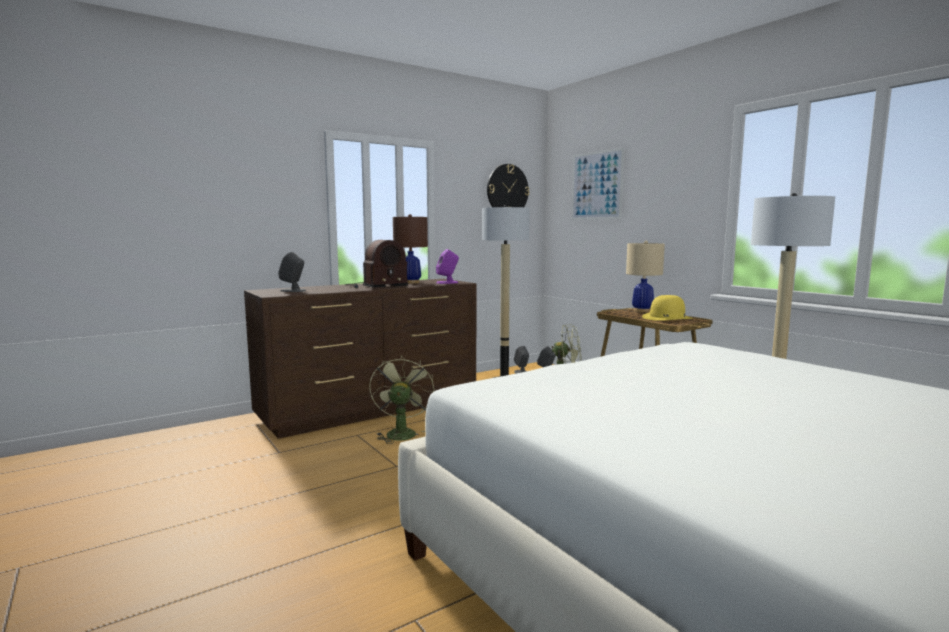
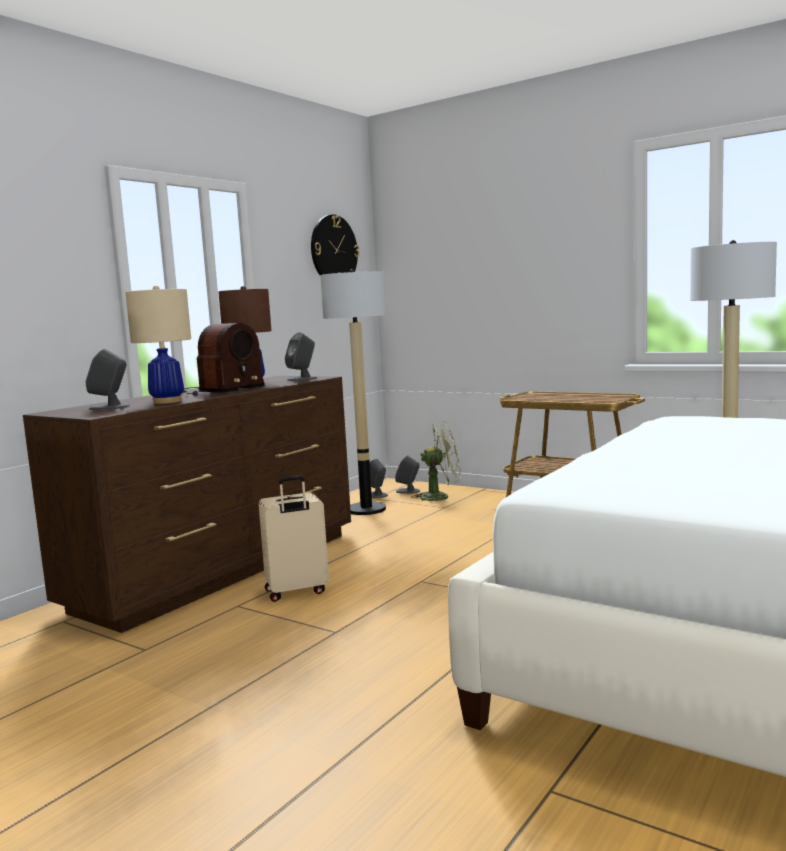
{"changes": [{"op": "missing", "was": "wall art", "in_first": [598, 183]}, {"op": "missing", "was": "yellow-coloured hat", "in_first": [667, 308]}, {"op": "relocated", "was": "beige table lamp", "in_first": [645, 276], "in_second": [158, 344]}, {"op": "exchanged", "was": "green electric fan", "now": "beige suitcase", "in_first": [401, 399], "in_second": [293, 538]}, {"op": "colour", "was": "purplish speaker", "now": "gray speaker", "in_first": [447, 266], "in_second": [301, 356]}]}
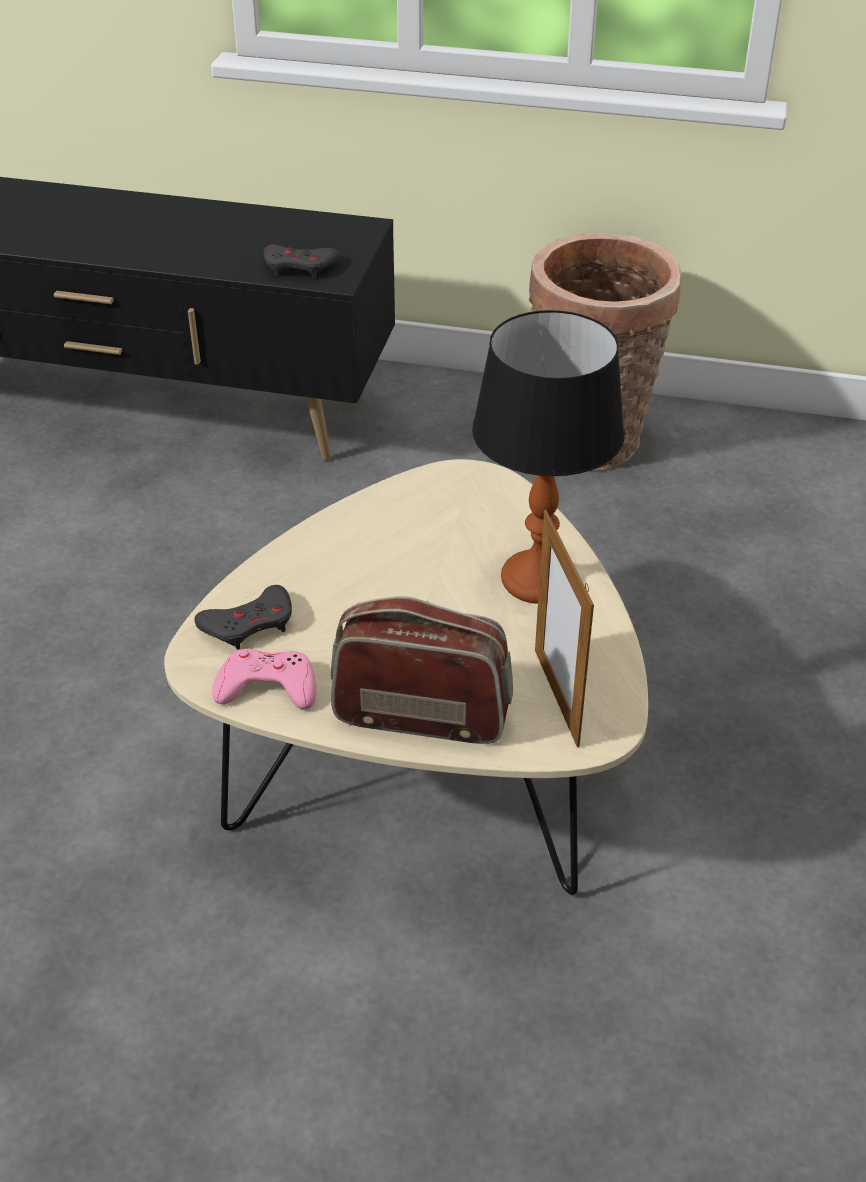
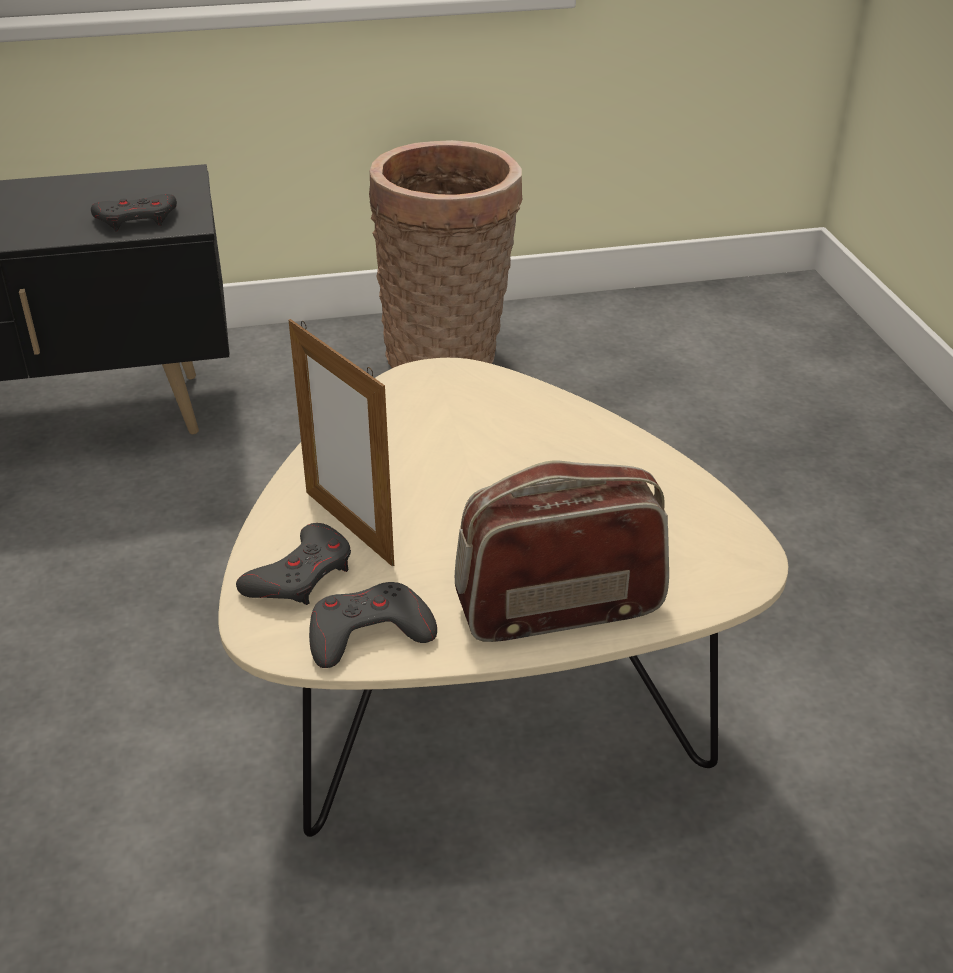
{"changes": [{"op": "missing", "was": "table lamp", "in_first": [548, 457]}, {"op": "relocated", "was": "photo frame", "in_first": [564, 629], "in_second": [341, 442]}, {"op": "colour", "was": "pink-coloured joypad", "now": "gray joypad", "in_first": [264, 679], "in_second": [373, 625]}]}
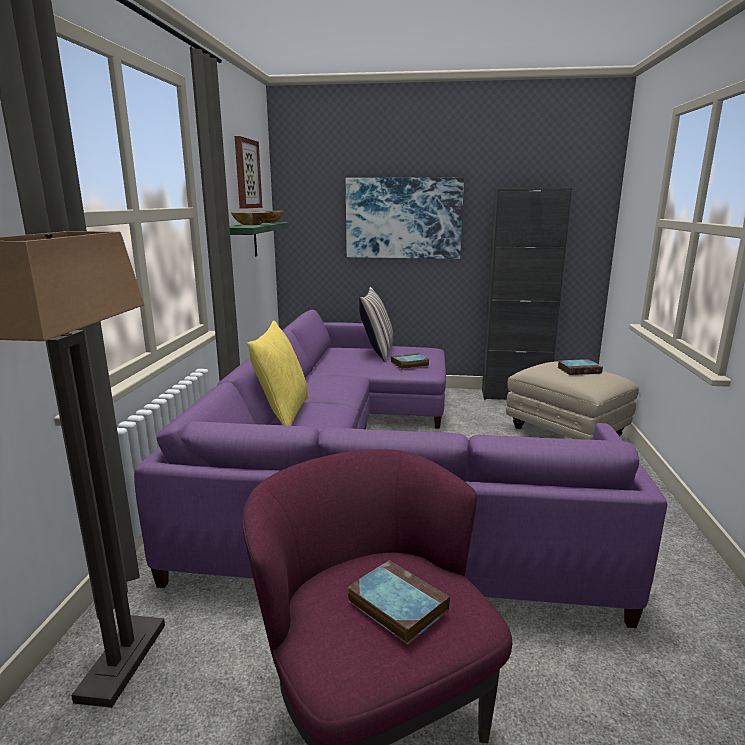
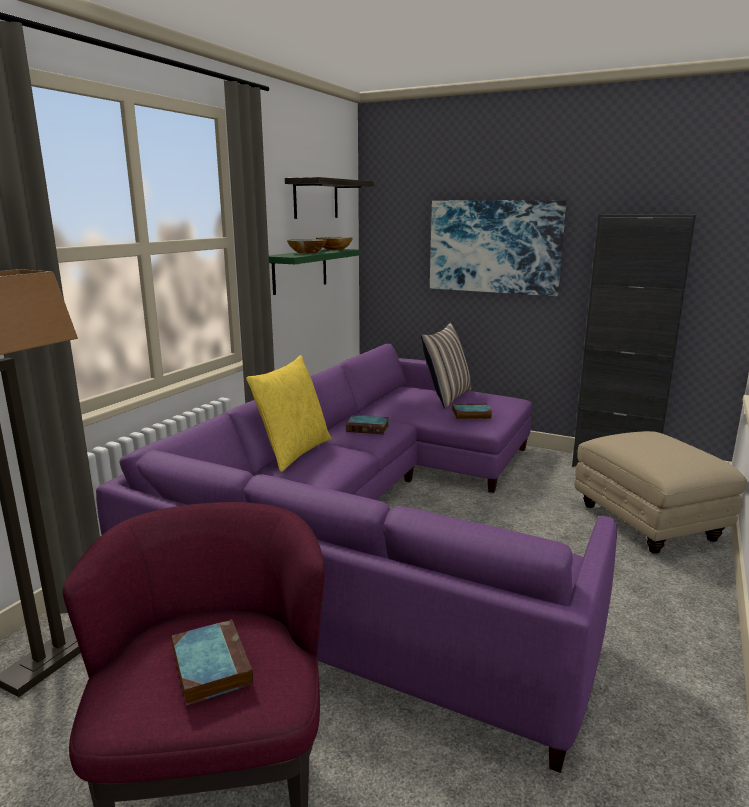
{"changes": [{"op": "relocated", "was": "bound book", "in_first": [580, 367], "in_second": [367, 425]}, {"op": "exchanged", "was": "wall art", "now": "wall shelf", "in_first": [249, 172], "in_second": [329, 198]}]}
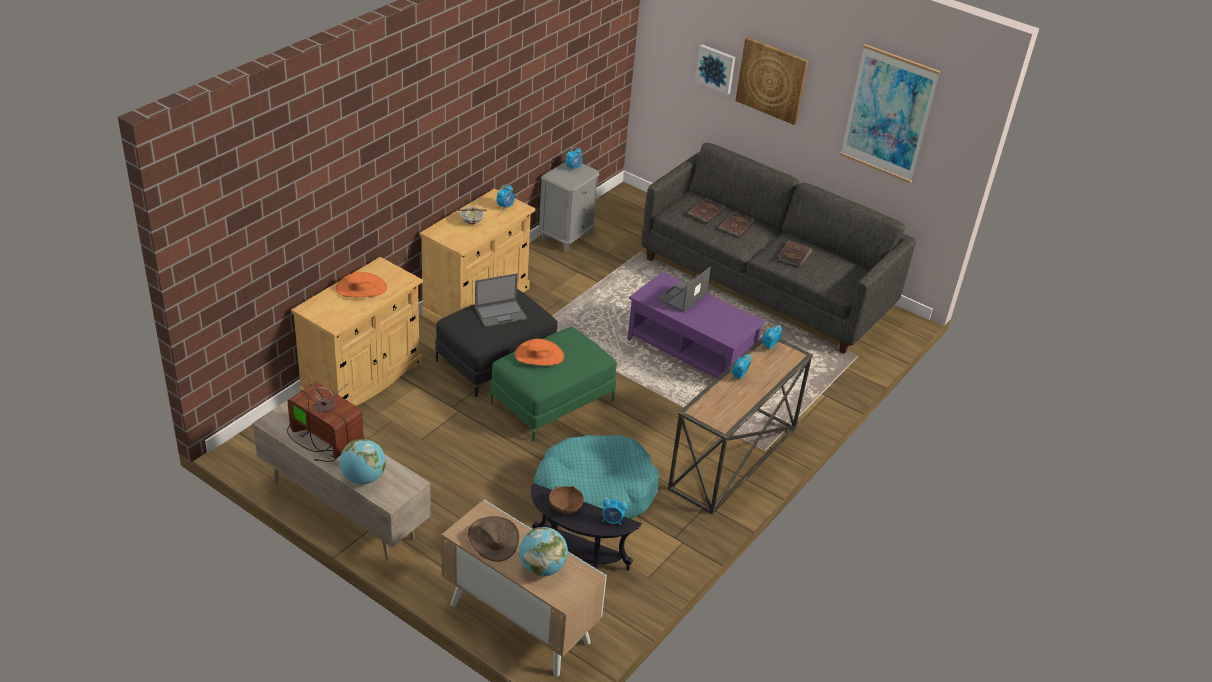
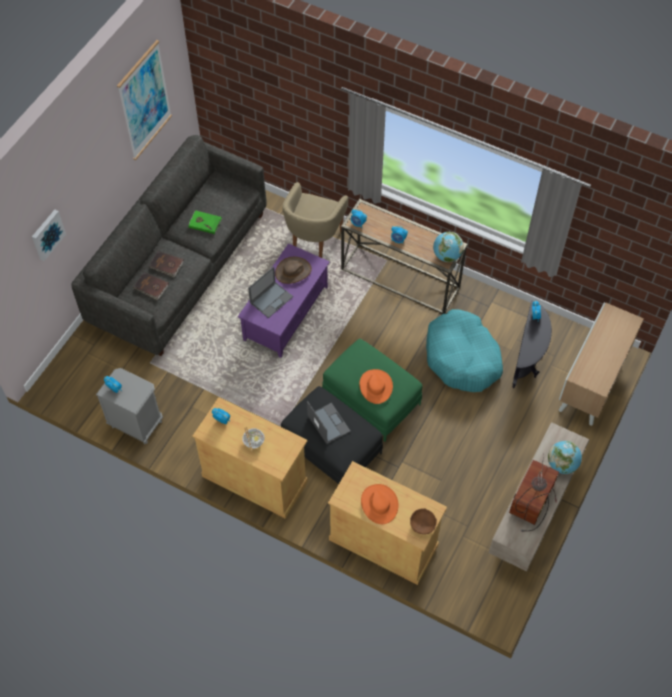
{"changes": [{"op": "missing", "was": "wall art", "in_first": [771, 81]}, {"op": "appeared", "now": "beige lounge chair", "in_second": [315, 220]}, {"op": "relocated", "was": "brownish hat", "in_first": [493, 539], "in_second": [293, 270]}, {"op": "relocated", "was": "globe", "in_first": [543, 551], "in_second": [448, 247]}, {"op": "relocated", "was": "brownish serving bowl", "in_first": [566, 500], "in_second": [423, 521]}, {"op": "colour", "was": "brownish bound book", "now": "green bound book", "in_first": [795, 254], "in_second": [205, 222]}, {"op": "spun", "was": "portable computer", "in_first": [684, 290], "in_second": [270, 292], "clockwise": -75}]}
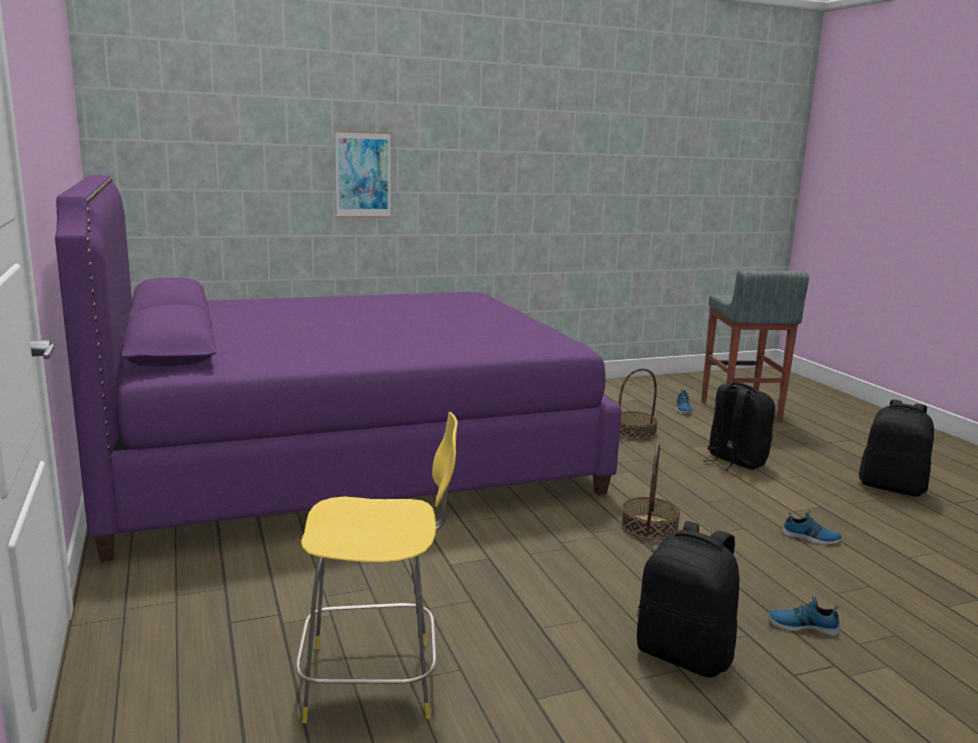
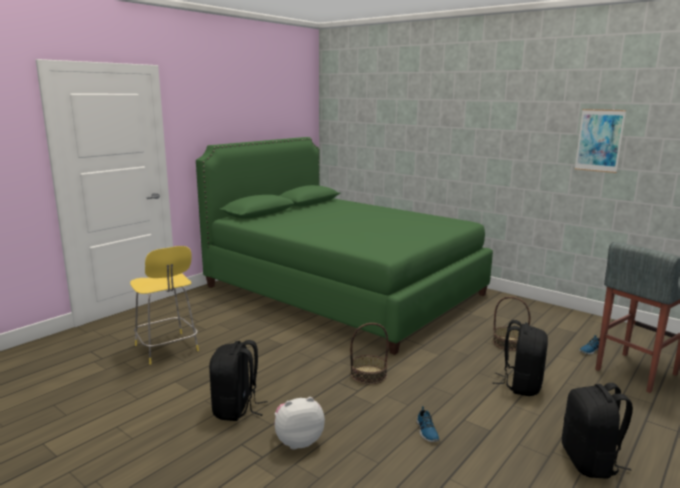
{"changes": [{"op": "relocated", "was": "wall art", "in_first": [363, 174], "in_second": [600, 141]}, {"op": "exchanged", "was": "low shoe", "now": "cuddly toy", "in_first": [804, 616], "in_second": [299, 423]}, {"op": "colour", "was": "purplish sleeping bed", "now": "green sleeping bed", "in_first": [338, 368], "in_second": [344, 246]}]}
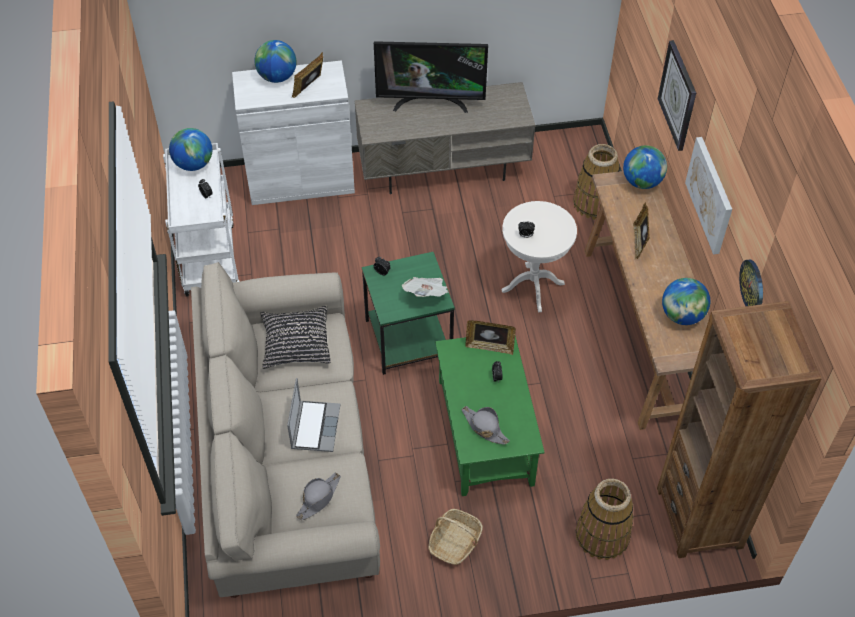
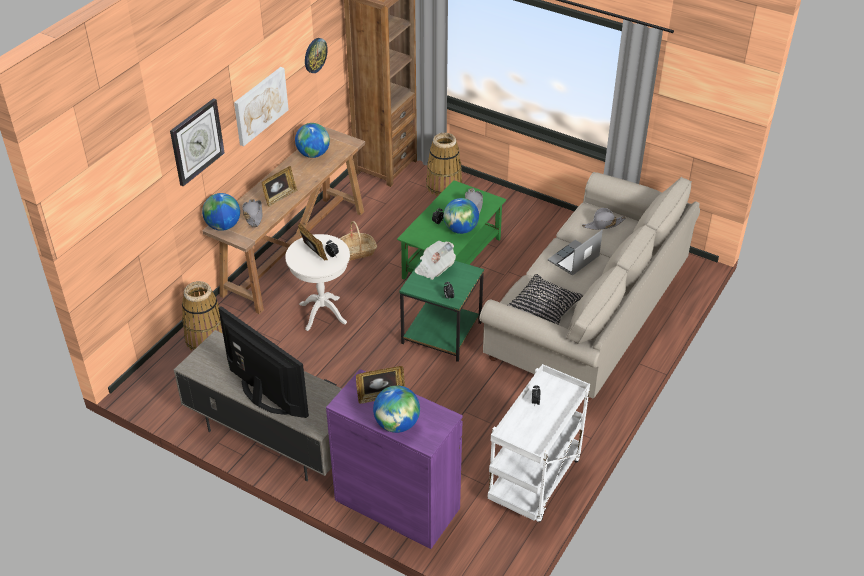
{"changes": [{"op": "appeared", "now": "gray hat", "in_second": [252, 213]}, {"op": "relocated", "was": "globe", "in_first": [190, 149], "in_second": [461, 216]}, {"op": "relocated", "was": "basket", "in_first": [455, 537], "in_second": [358, 241]}, {"op": "relocated", "was": "photo frame", "in_first": [490, 337], "in_second": [313, 241]}, {"op": "colour", "was": "white storage cabinet", "now": "purplish storage cabinet", "in_first": [293, 132], "in_second": [394, 459]}]}
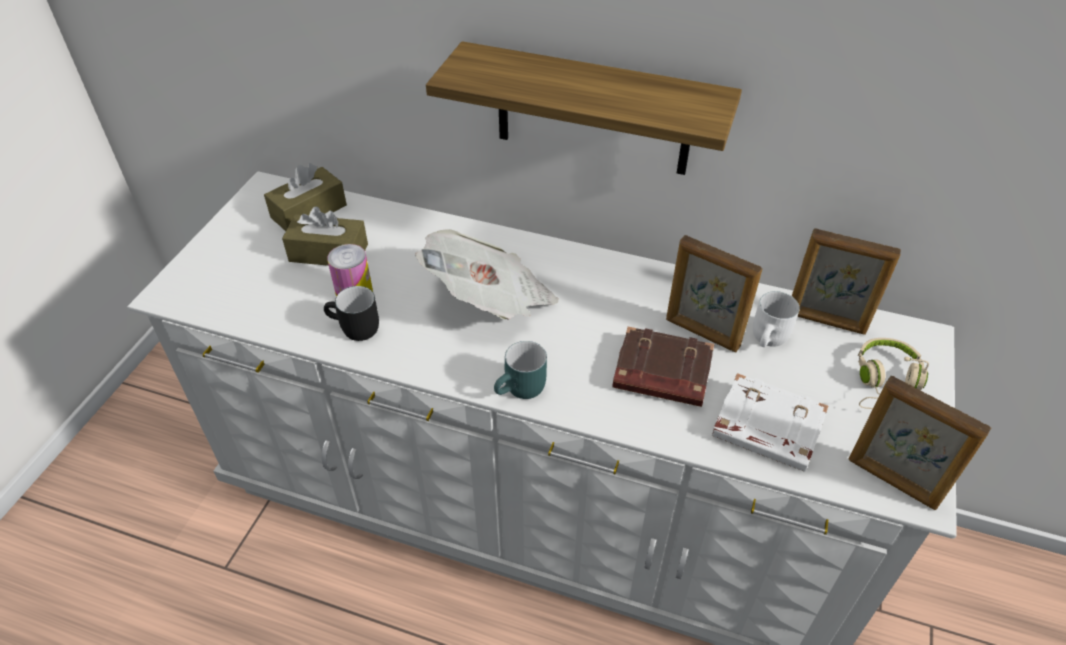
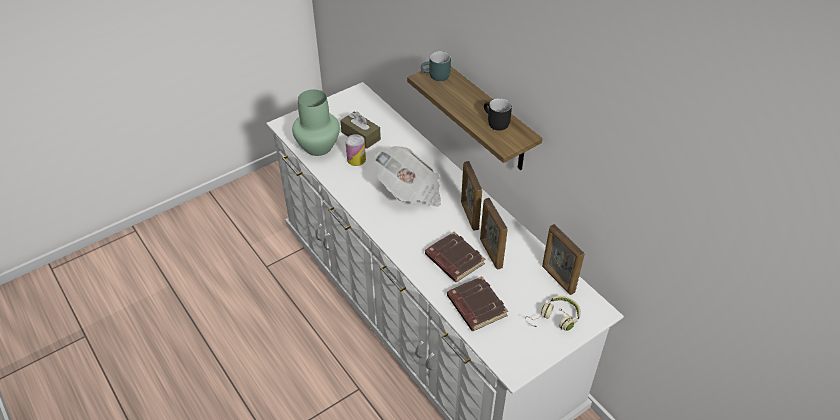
{"changes": [{"op": "missing", "was": "brownish box of tissues", "in_first": [305, 197]}, {"op": "missing", "was": "white coffee mug", "in_first": [776, 319]}, {"op": "appeared", "now": "green decorative vase", "in_second": [316, 122]}, {"op": "relocated", "was": "black-coloured coffee mug", "in_first": [351, 313], "in_second": [498, 114]}, {"op": "relocated", "was": "blue-green coffee mug", "in_first": [520, 370], "in_second": [436, 66]}, {"op": "relocated", "was": "photo frame", "in_first": [920, 443], "in_second": [471, 196]}, {"op": "colour", "was": "white bound book", "now": "brownish bound book", "in_first": [770, 422], "in_second": [477, 303]}]}
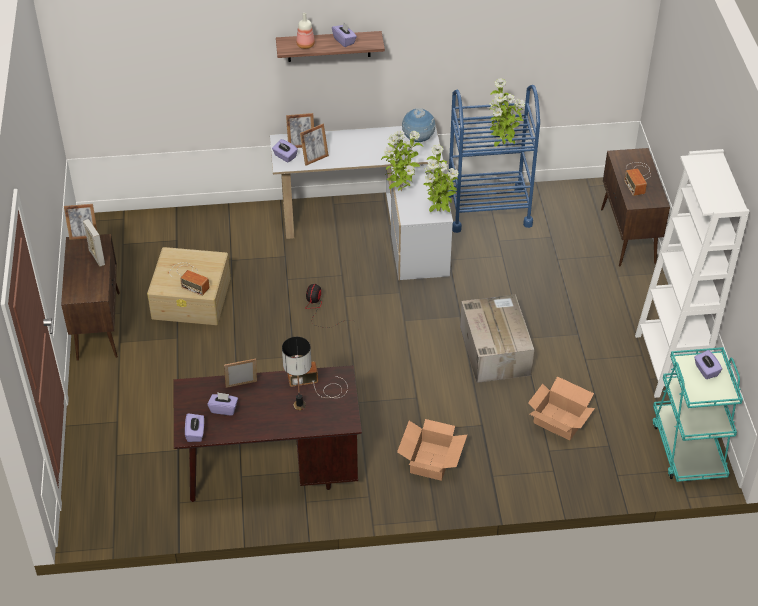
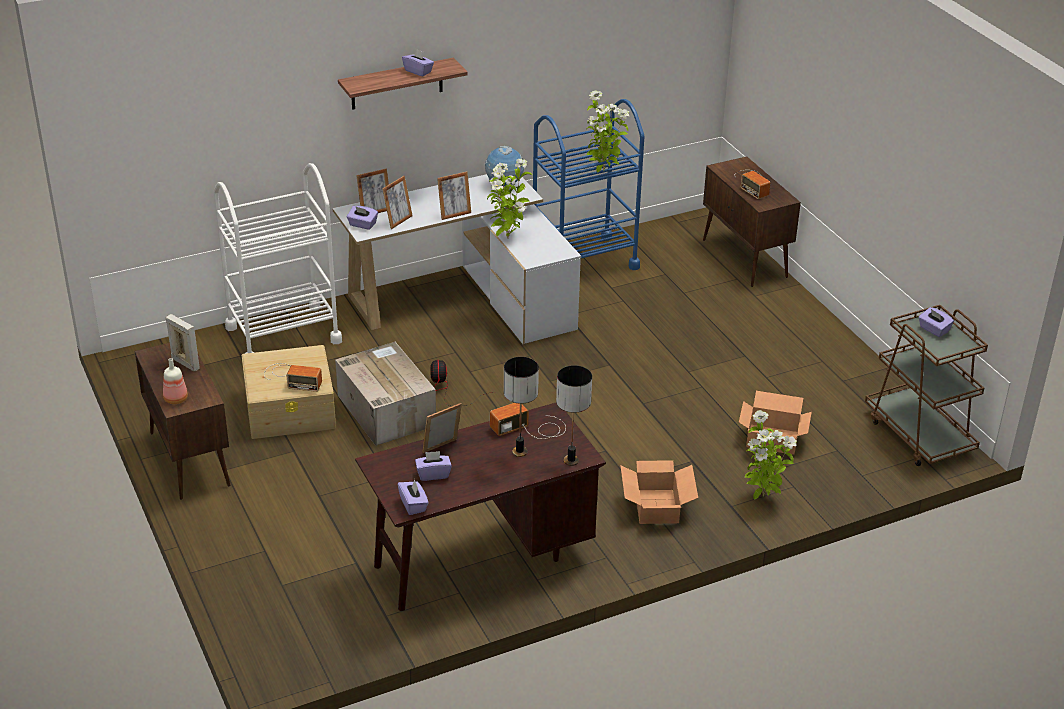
{"changes": [{"op": "missing", "was": "white bookcase", "in_first": [692, 273]}, {"op": "appeared", "now": "white cart", "in_second": [278, 258]}, {"op": "appeared", "now": "table lamp", "in_second": [574, 415]}, {"op": "relocated", "was": "photo frame", "in_first": [80, 222], "in_second": [454, 195]}, {"op": "relocated", "was": "bottle", "in_first": [305, 31], "in_second": [175, 381]}, {"op": "relocated", "was": "potted plant", "in_first": [441, 178], "in_second": [771, 454]}, {"op": "relocated", "was": "packing box", "in_first": [497, 338], "in_second": [385, 394]}, {"op": "colour", "was": "blue-green cart", "now": "brownish cart", "in_first": [698, 414], "in_second": [926, 385]}]}
